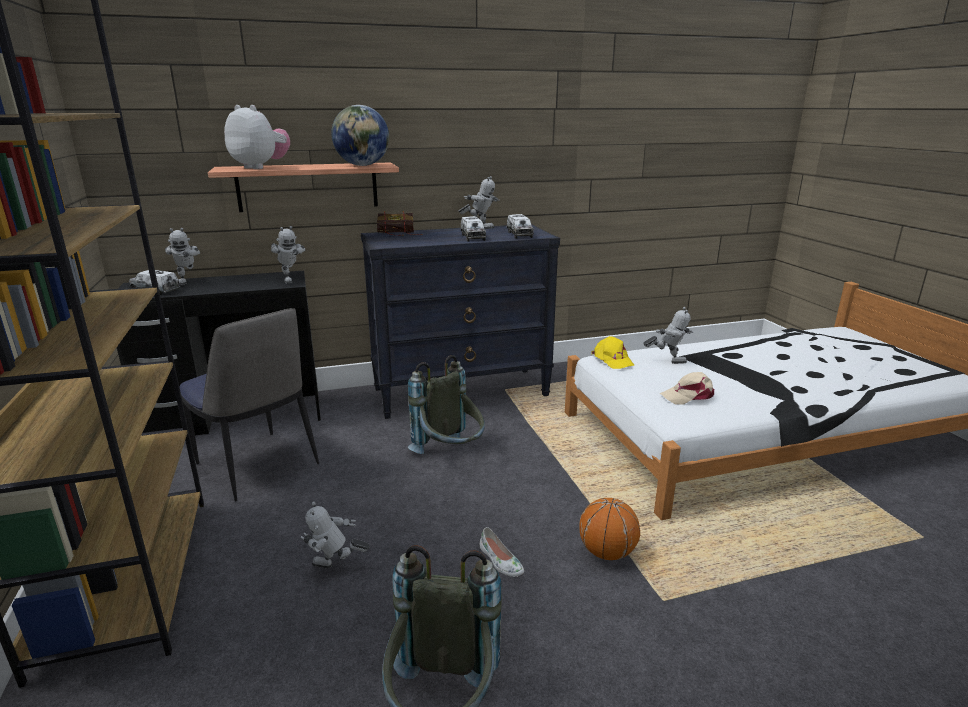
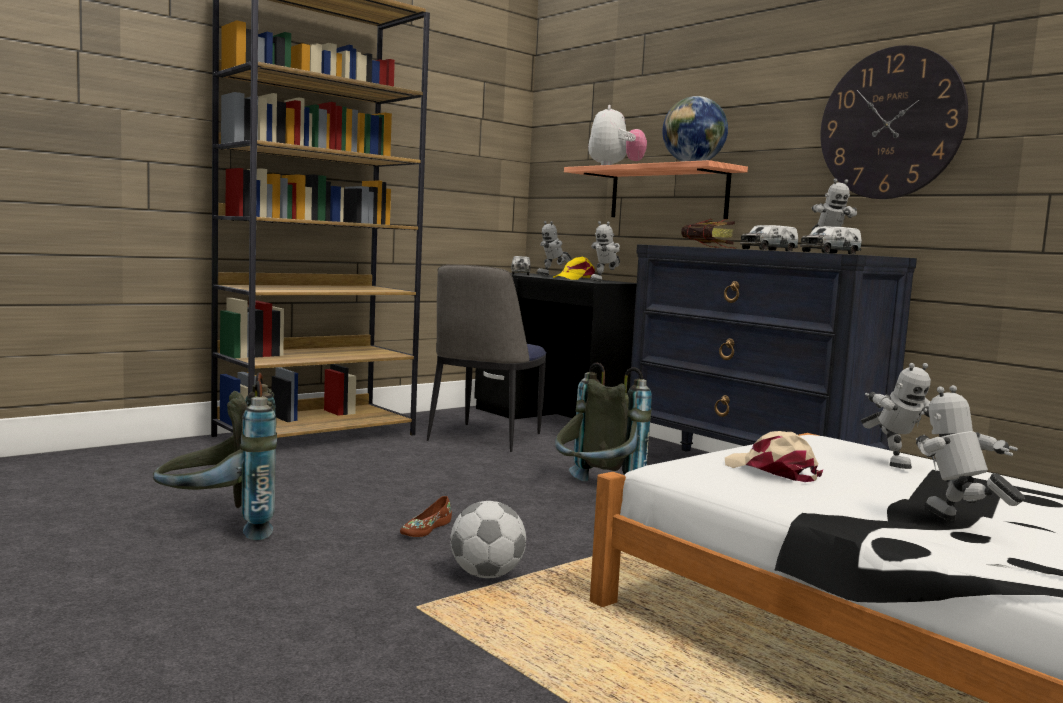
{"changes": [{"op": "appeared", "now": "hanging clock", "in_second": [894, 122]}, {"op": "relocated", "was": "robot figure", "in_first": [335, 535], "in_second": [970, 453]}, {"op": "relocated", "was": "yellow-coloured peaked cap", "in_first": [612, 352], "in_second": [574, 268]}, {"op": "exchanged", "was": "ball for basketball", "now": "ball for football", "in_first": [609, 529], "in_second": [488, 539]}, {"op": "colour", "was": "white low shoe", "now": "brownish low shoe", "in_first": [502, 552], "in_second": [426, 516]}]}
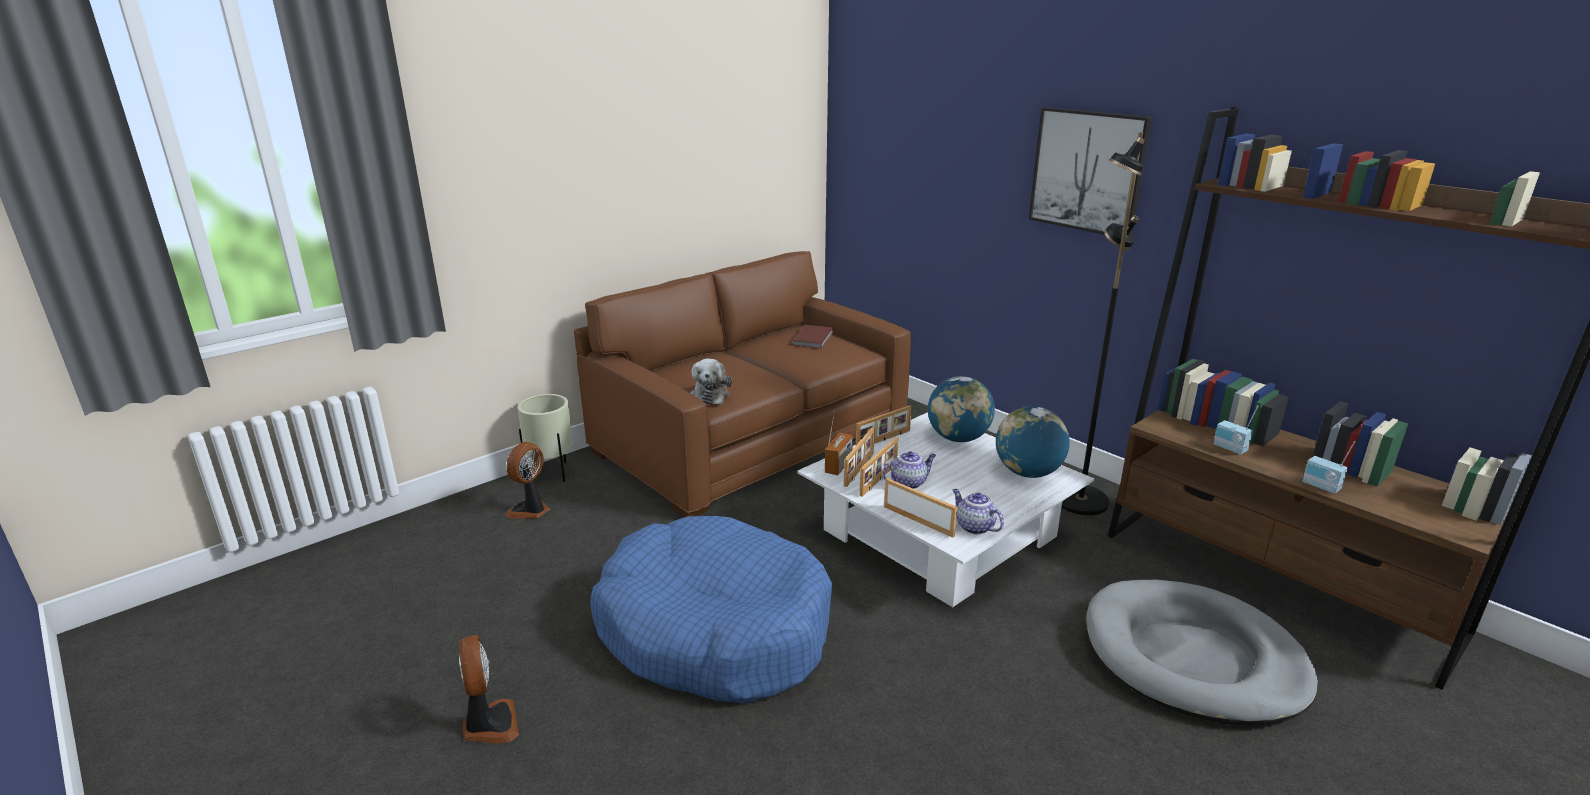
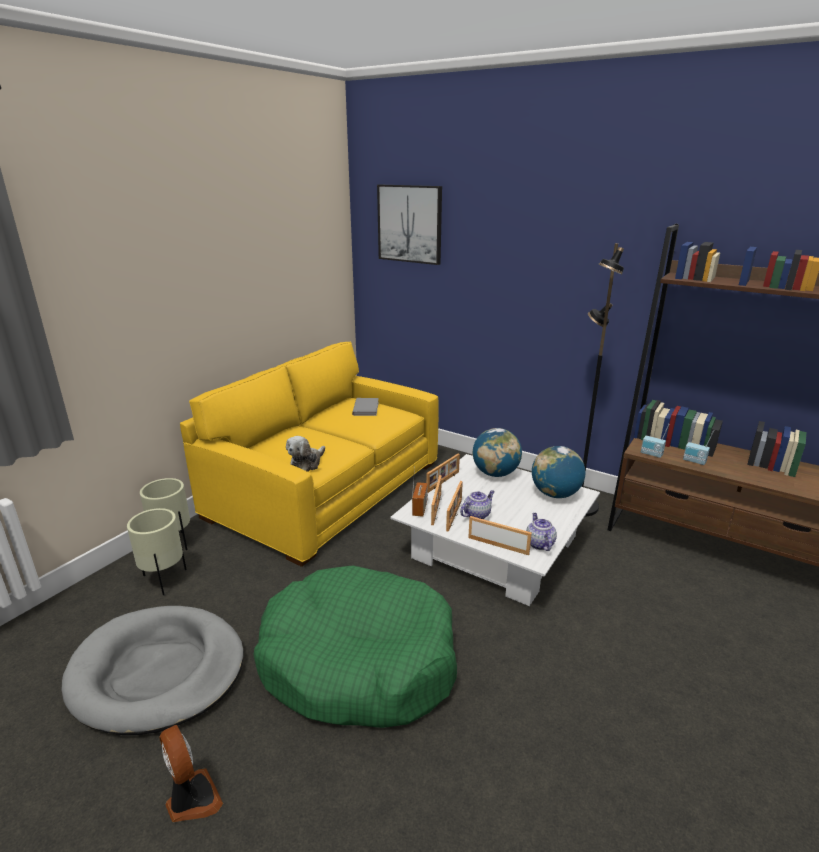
{"changes": [{"op": "relocated", "was": "wall art", "in_first": [1090, 171], "in_second": [409, 224]}, {"op": "relocated", "was": "gray dog bed", "in_first": [1202, 653], "in_second": [153, 670]}, {"op": "relocated", "was": "radio set", "in_first": [1328, 467], "in_second": [655, 441]}, {"op": "exchanged", "was": "electric fan", "now": "beige flower pot", "in_first": [527, 480], "in_second": [157, 551]}, {"op": "colour", "was": "brownish settee", "now": "yellow-coloured settee", "in_first": [742, 384], "in_second": [309, 454]}, {"op": "colour", "was": "bluish dog bed", "now": "green dog bed", "in_first": [711, 610], "in_second": [355, 646]}, {"op": "colour", "was": "brownish bound book", "now": "gray bound book", "in_first": [812, 337], "in_second": [365, 407]}, {"op": "spun", "was": "cuddly toy", "in_first": [711, 382], "in_second": [305, 454], "clockwise": 45}, {"op": "spun", "was": "teapot", "in_first": [978, 511], "in_second": [541, 532], "clockwise": 45}]}
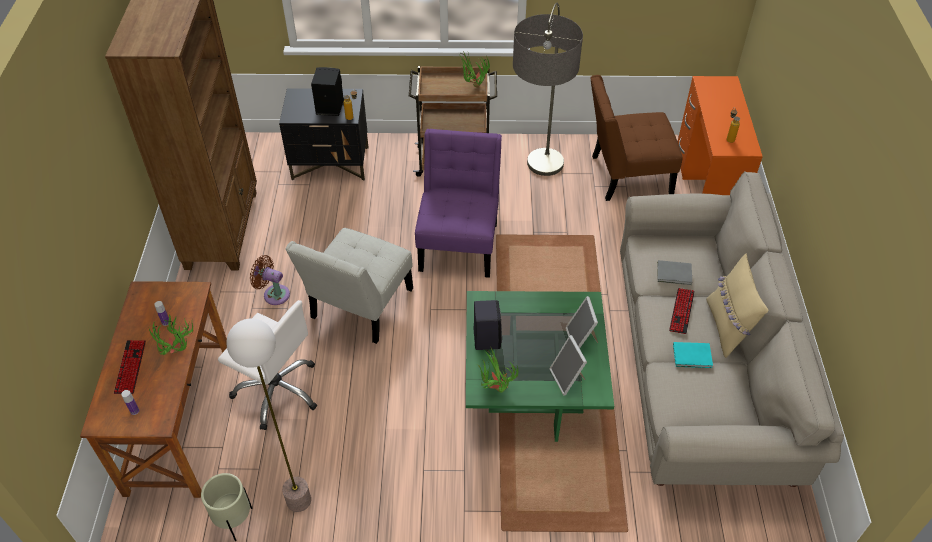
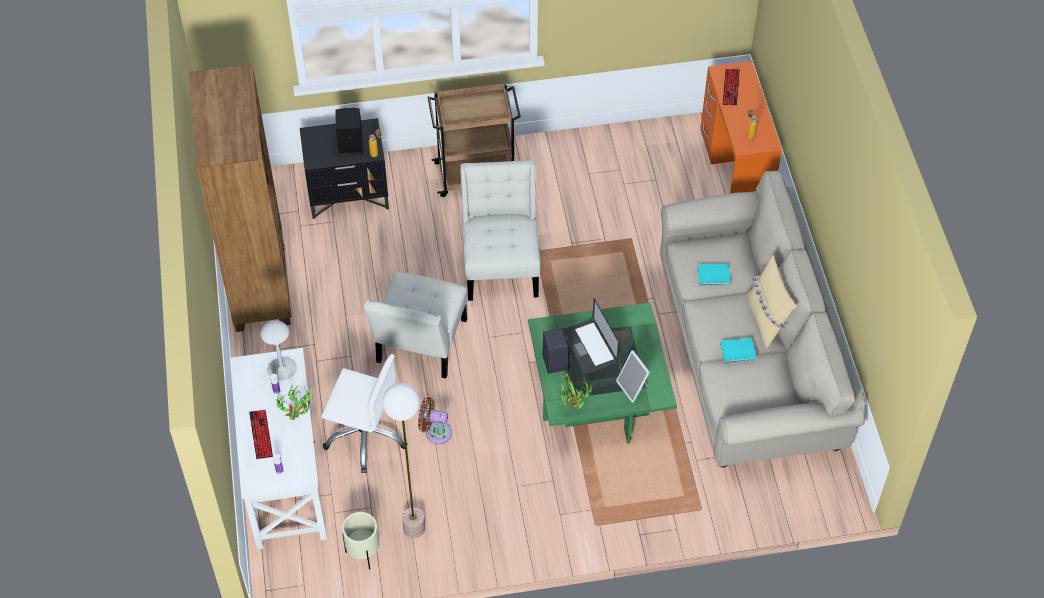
{"changes": [{"op": "missing", "was": "potted plant", "in_first": [474, 69]}, {"op": "missing", "was": "floor lamp", "in_first": [548, 89]}, {"op": "missing", "was": "photo frame", "in_first": [582, 322]}, {"op": "missing", "was": "brownish plain chair", "in_first": [636, 138]}, {"op": "appeared", "now": "gray table lamp", "in_second": [278, 350]}, {"op": "appeared", "now": "portable computer", "in_second": [592, 337]}, {"op": "relocated", "was": "brownish electric fan", "in_first": [270, 280], "in_second": [435, 420]}, {"op": "relocated", "was": "PC keyboard", "in_first": [682, 311], "in_second": [731, 87]}, {"op": "colour", "was": "brownish desk", "now": "white desk", "in_first": [153, 389], "in_second": [278, 449]}, {"op": "colour", "was": "purplish plain chair", "now": "white plain chair", "in_first": [458, 203], "in_second": [500, 230]}, {"op": "colour", "was": "gray bound book", "now": "blue-green bound book", "in_first": [674, 272], "in_second": [714, 275]}]}
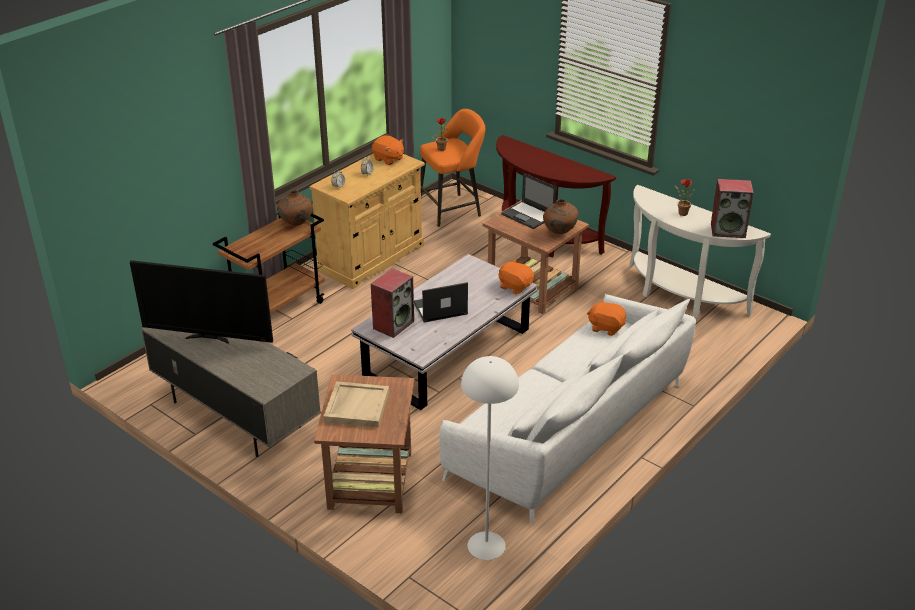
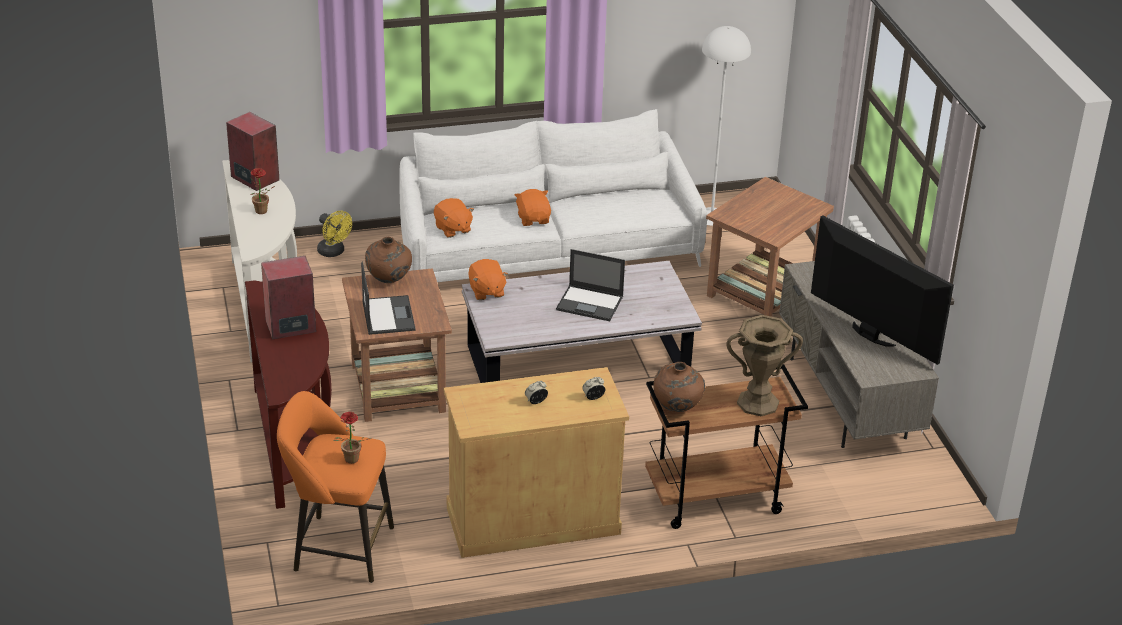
{"changes": [{"op": "missing", "was": "beige carrying tray", "in_first": [356, 404]}, {"op": "appeared", "now": "yellow-coloured electric fan", "in_second": [334, 234]}, {"op": "appeared", "now": "brownish decorative vase", "in_second": [765, 365]}, {"op": "relocated", "was": "speaker", "in_first": [392, 303], "in_second": [288, 298]}, {"op": "relocated", "was": "orangey cuddly toy", "in_first": [388, 150], "in_second": [533, 207]}]}
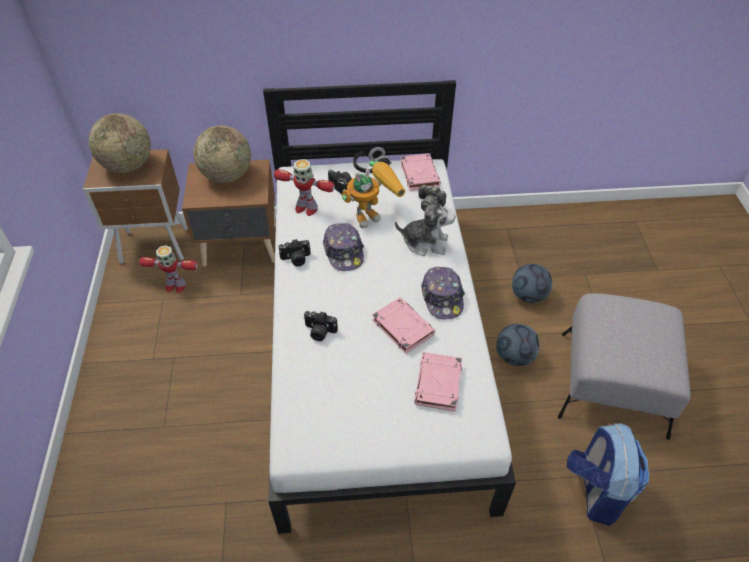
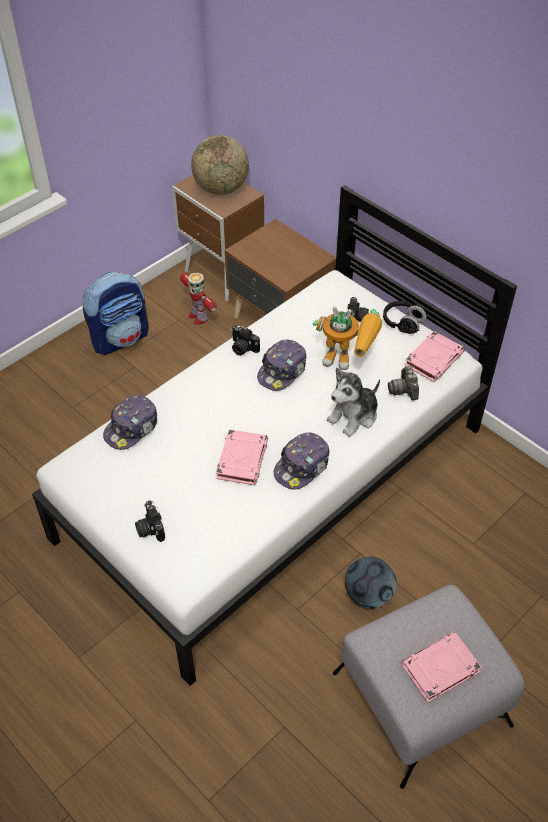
{"changes": [{"op": "missing", "was": "globe", "in_first": [222, 154]}, {"op": "missing", "was": "robot figure", "in_first": [304, 187]}, {"op": "missing", "was": "ball for football", "in_first": [532, 283]}, {"op": "appeared", "now": "peaked cap", "in_second": [130, 422]}, {"op": "relocated", "was": "photo camera", "in_first": [320, 326], "in_second": [150, 521]}, {"op": "relocated", "was": "pink-coloured bound book", "in_first": [438, 382], "in_second": [441, 667]}, {"op": "relocated", "was": "backpack", "in_first": [608, 474], "in_second": [115, 313]}, {"op": "spun", "was": "cuddly toy", "in_first": [425, 226], "in_second": [353, 402], "clockwise": 75}]}
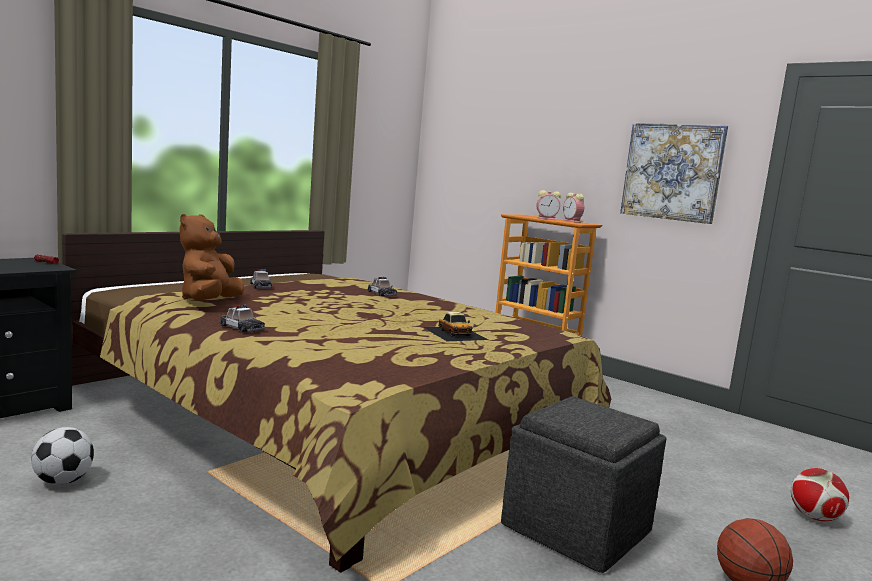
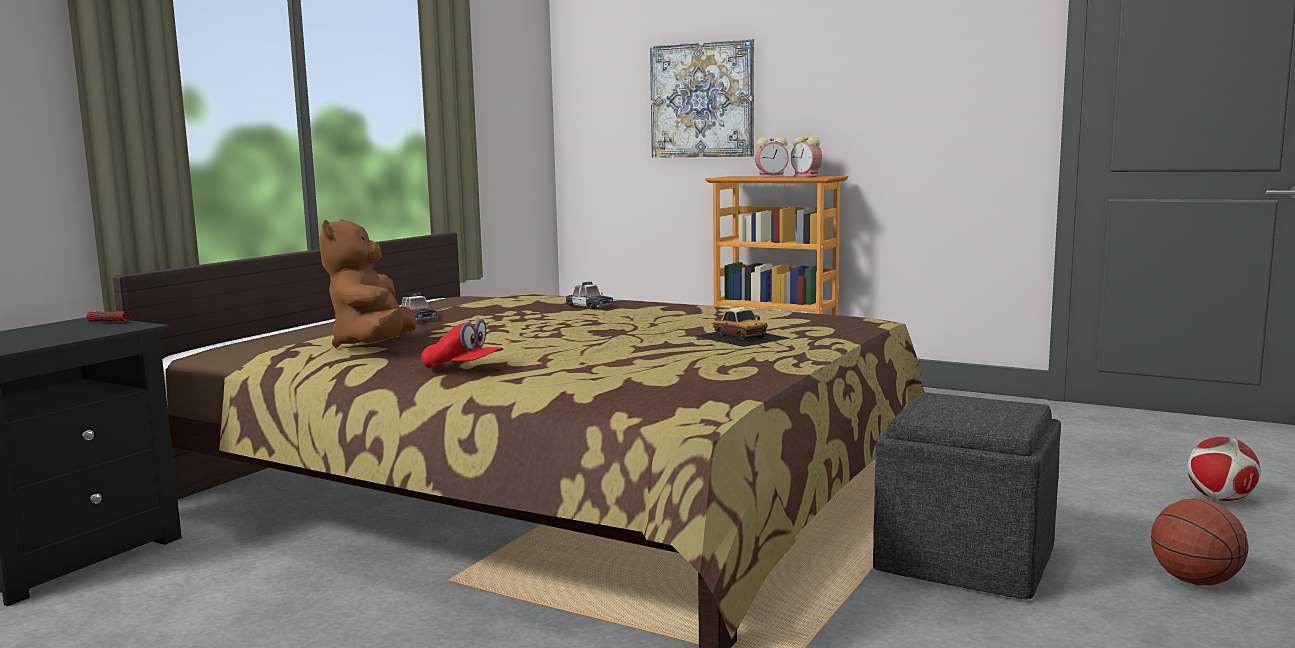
{"changes": [{"op": "missing", "was": "ball for football", "in_first": [62, 456]}, {"op": "relocated", "was": "wall art", "in_first": [674, 173], "in_second": [702, 98]}, {"op": "exchanged", "was": "miniature car", "now": "reddish peaked cap", "in_first": [242, 319], "in_second": [462, 343]}]}
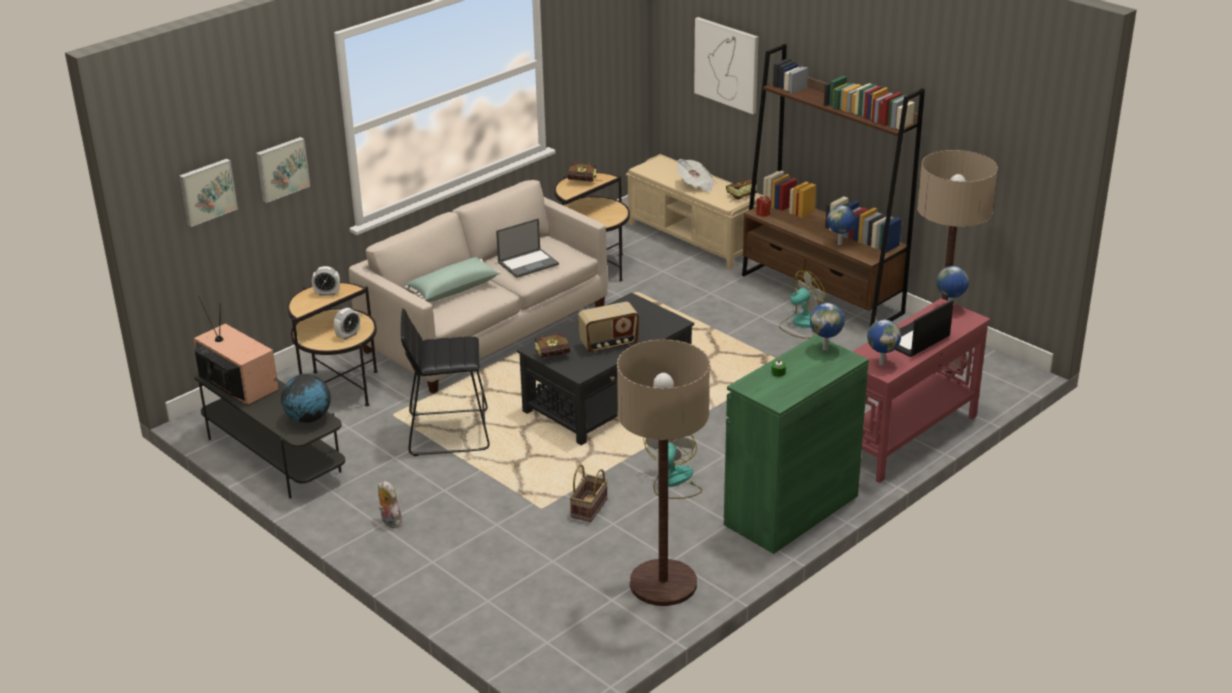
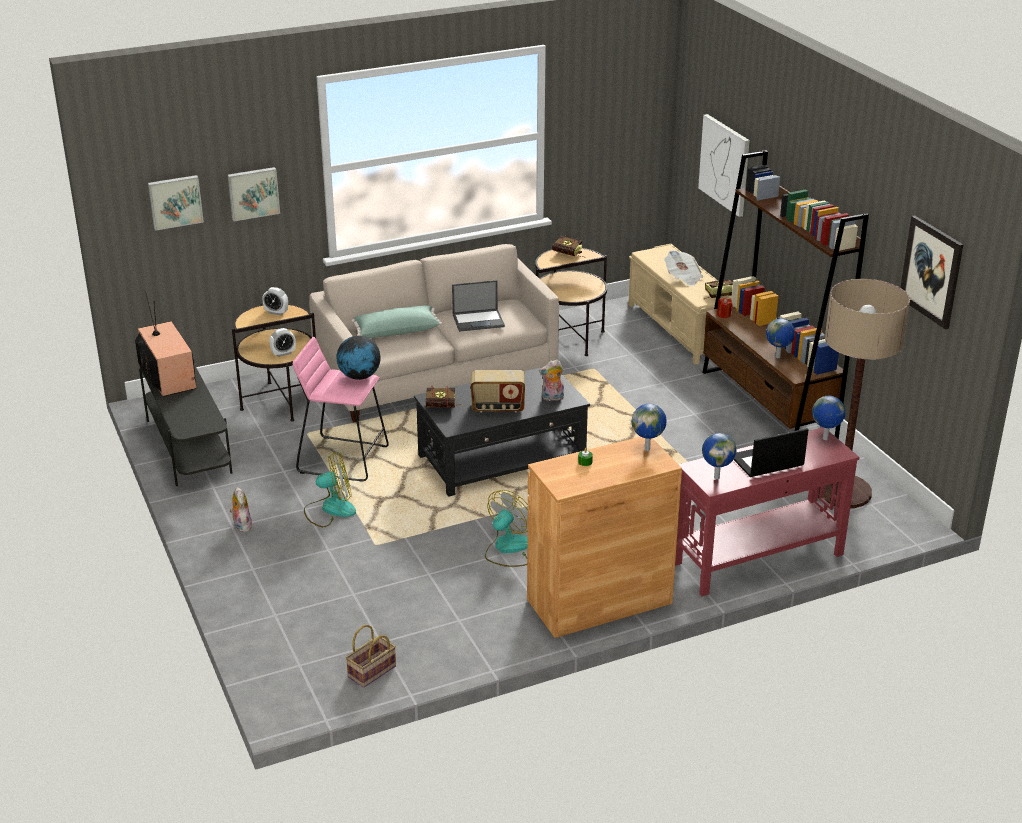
{"changes": [{"op": "missing", "was": "floor lamp", "in_first": [663, 472]}, {"op": "appeared", "now": "cuddly toy", "in_second": [551, 380]}, {"op": "appeared", "now": "wall art", "in_second": [931, 272]}, {"op": "relocated", "was": "globe", "in_first": [306, 398], "in_second": [358, 358]}, {"op": "relocated", "was": "basket", "in_first": [588, 493], "in_second": [371, 656]}, {"op": "relocated", "was": "electric fan", "in_first": [803, 304], "in_second": [330, 489]}, {"op": "colour", "was": "black-coloured stool seat", "now": "pink-coloured stool seat", "in_first": [445, 382], "in_second": [341, 409]}, {"op": "colour", "was": "green storage cabinet", "now": "brownish storage cabinet", "in_first": [796, 444], "in_second": [604, 537]}]}
